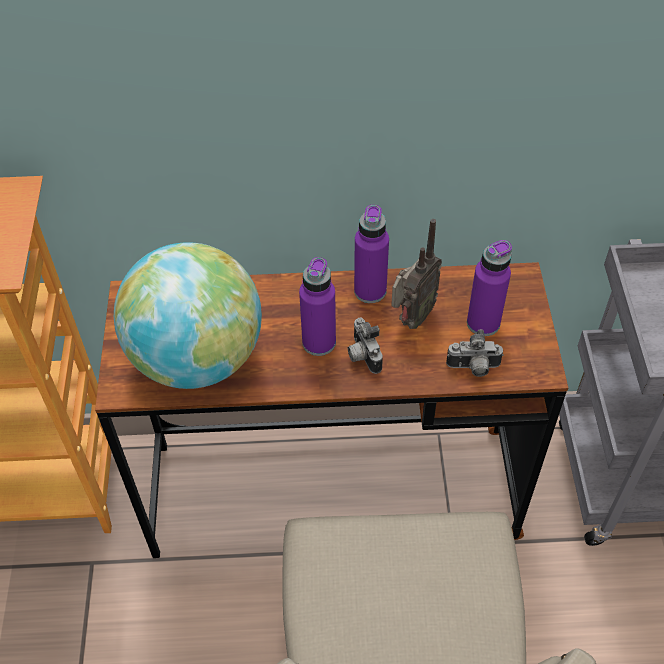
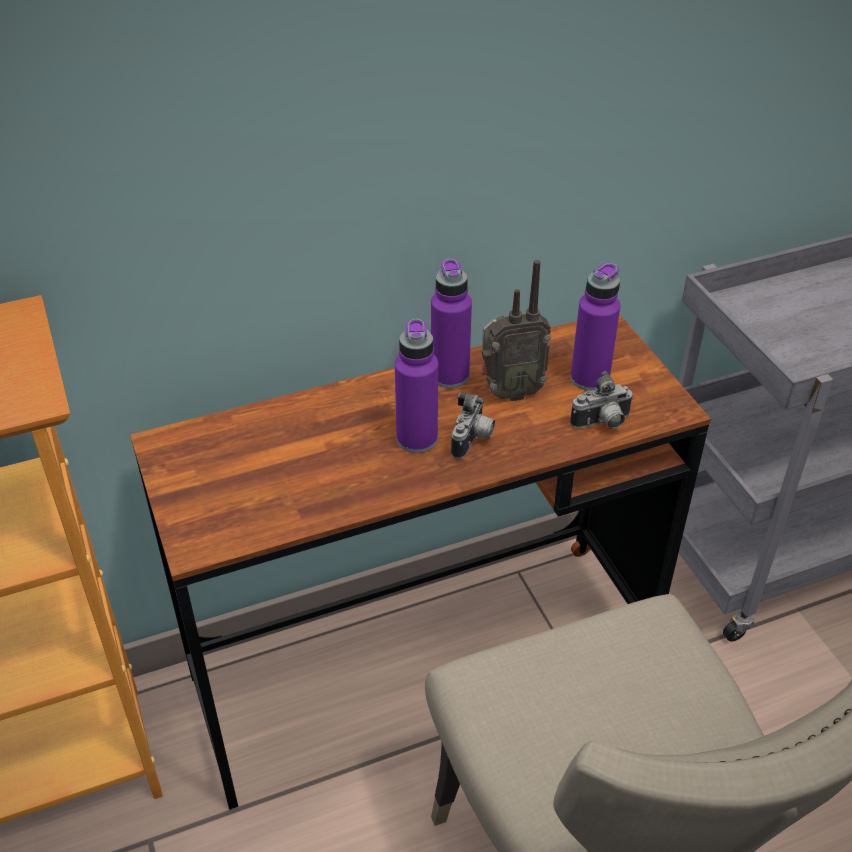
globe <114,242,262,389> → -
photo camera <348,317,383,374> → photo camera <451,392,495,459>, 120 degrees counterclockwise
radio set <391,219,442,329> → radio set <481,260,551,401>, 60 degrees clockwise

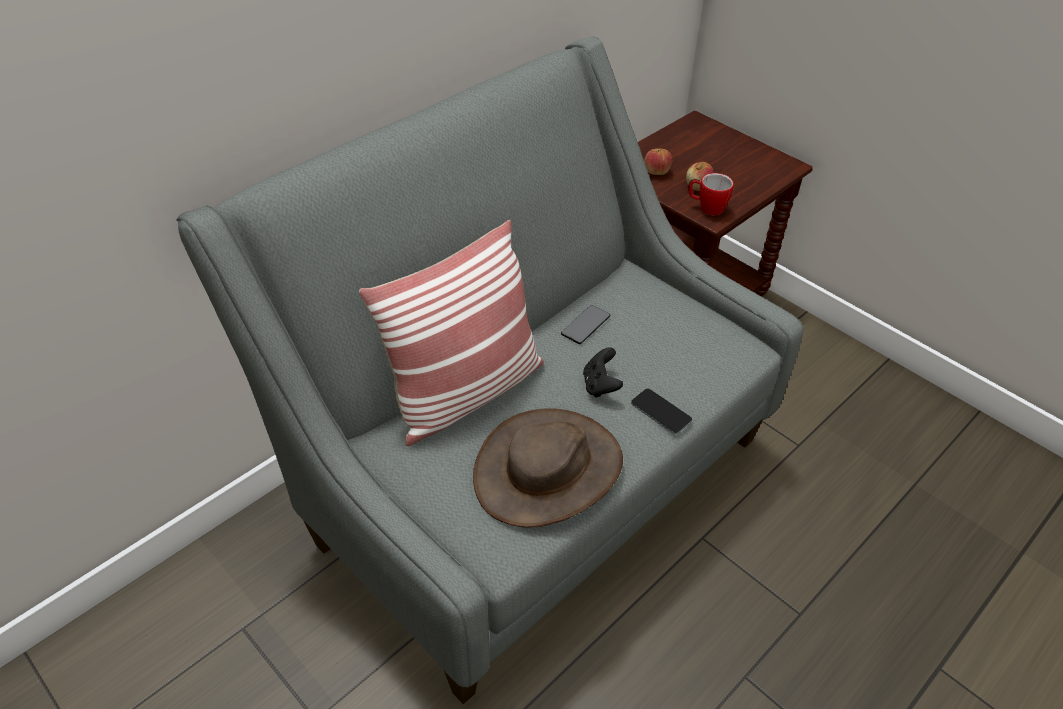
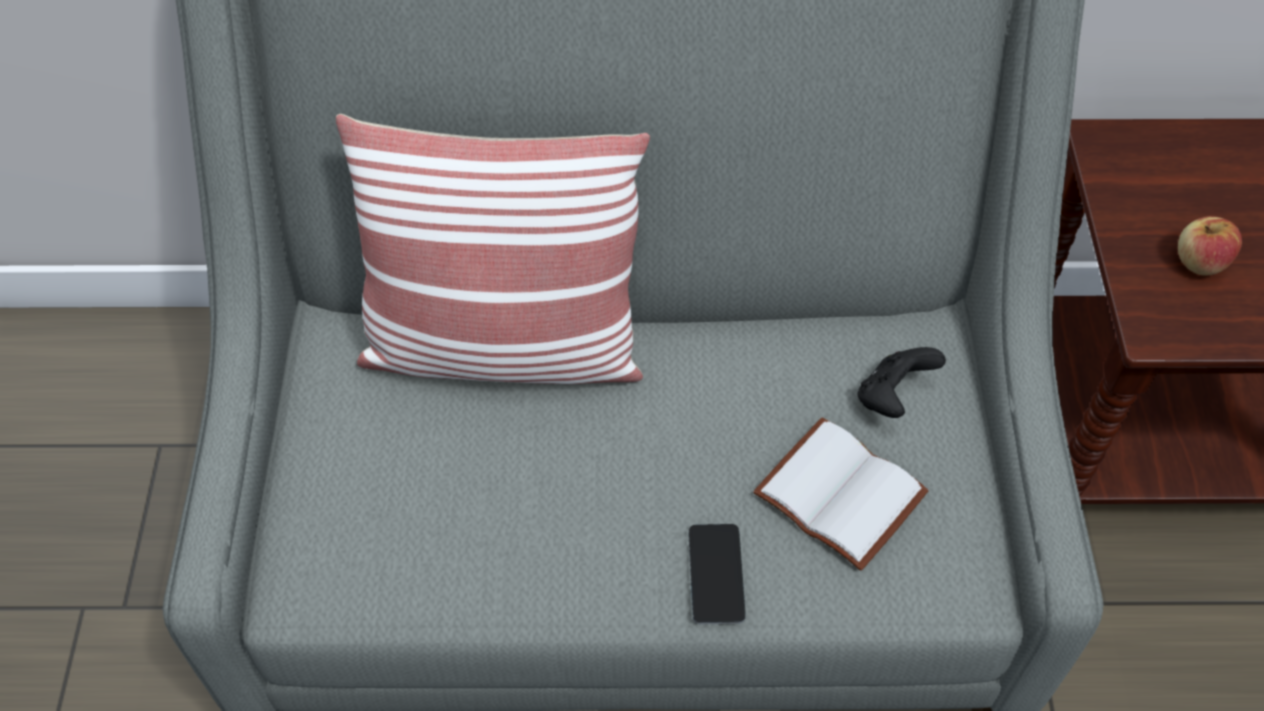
clothing hat (brown-coloured) <473,408,623,527> → -
telephone <561,305,610,344> → -
apple fruit <644,149,672,175> → -
mug <689,173,734,215> → -
- → bound book (white) <753,417,929,571>
gamepad (black-coloured) <583,347,623,398> → gamepad (black-coloured) <858,347,946,418>, moved

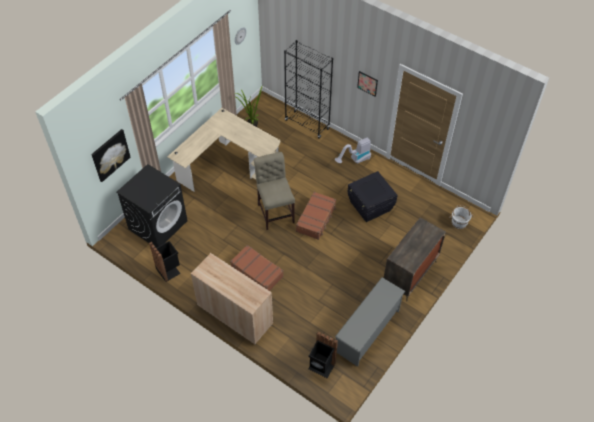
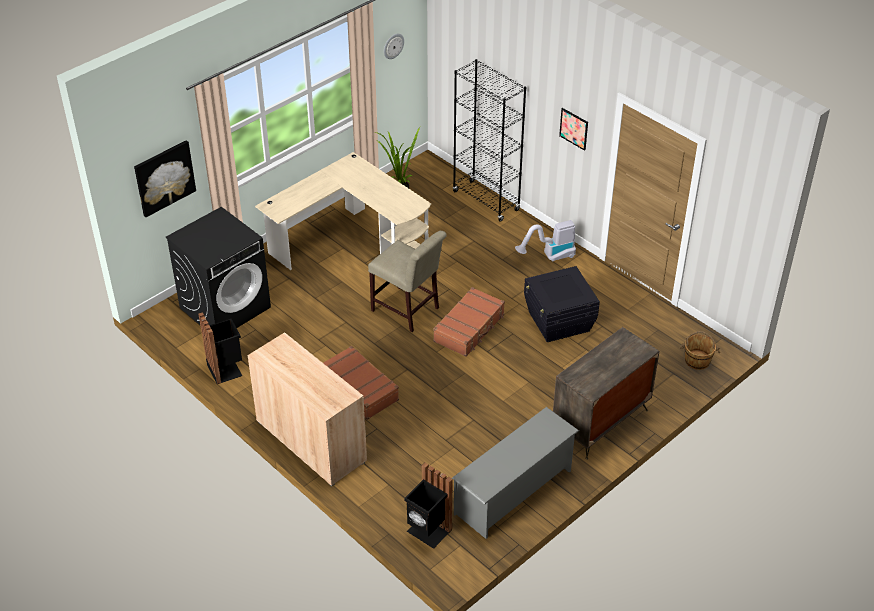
pail (white) <449,205,474,229> → pail (brown-coloured) <679,331,720,370>
chair (beige-coloured) <254,152,295,230> → chair (beige-coloured) <368,231,447,332>, 135 degrees clockwise

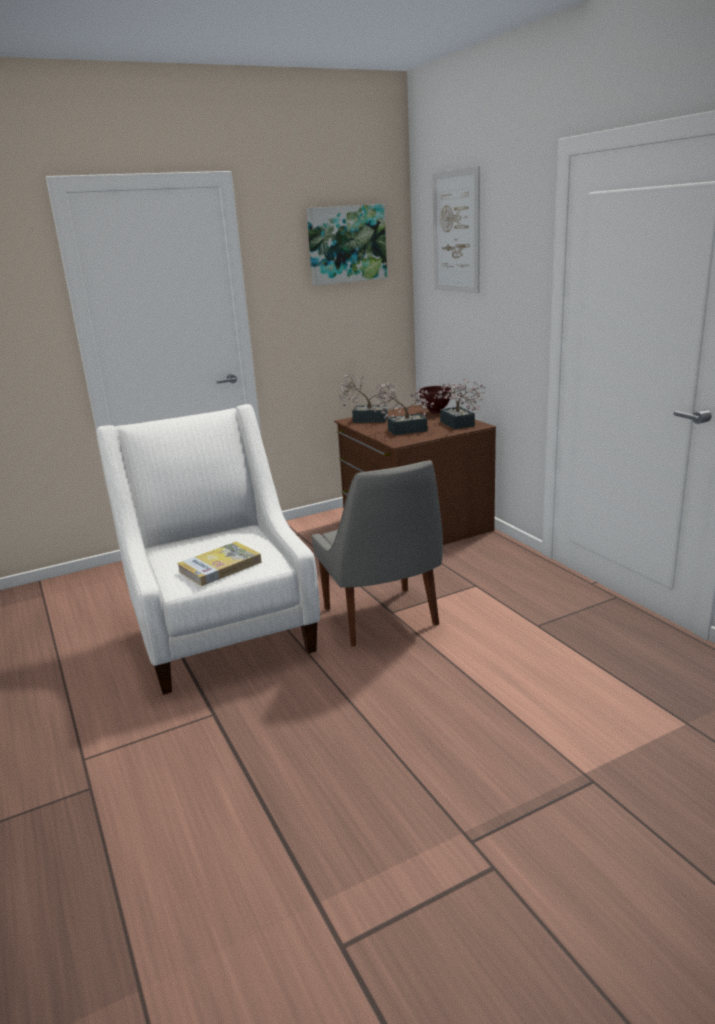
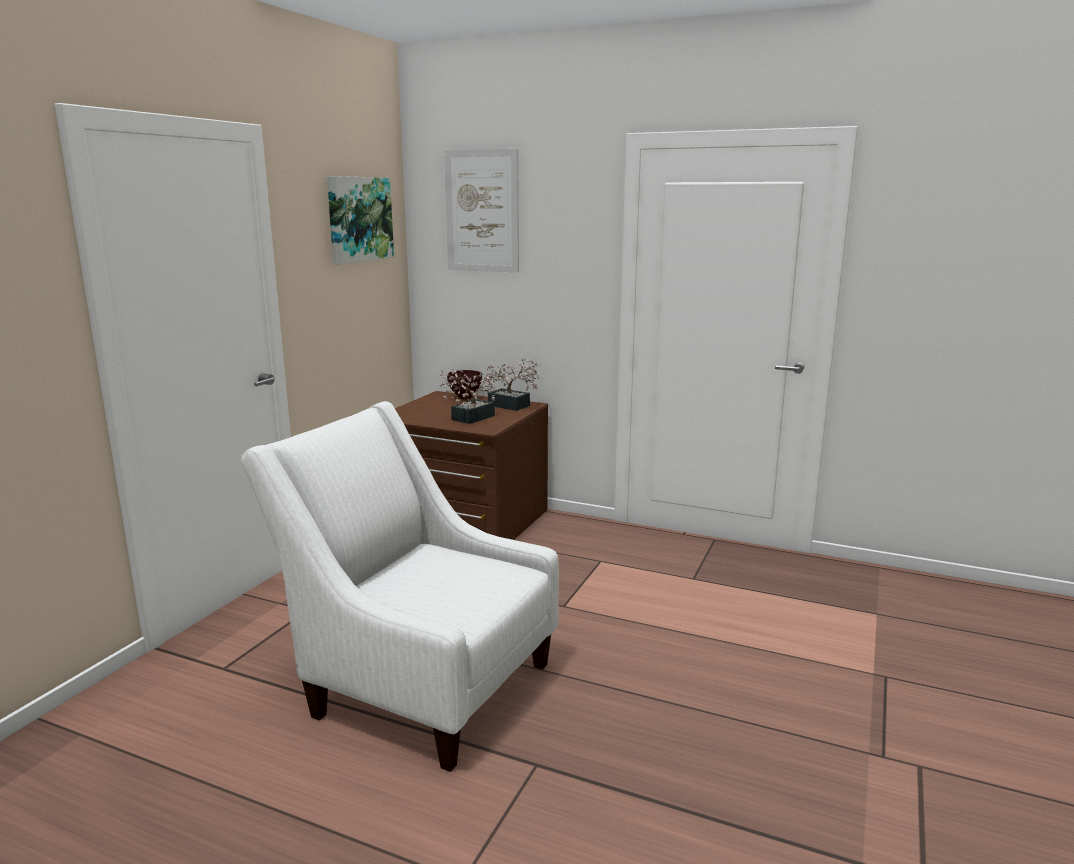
bound book <177,542,262,586> → -
chair (greyish) <311,460,443,647> → -
potted plant <339,373,395,423> → -

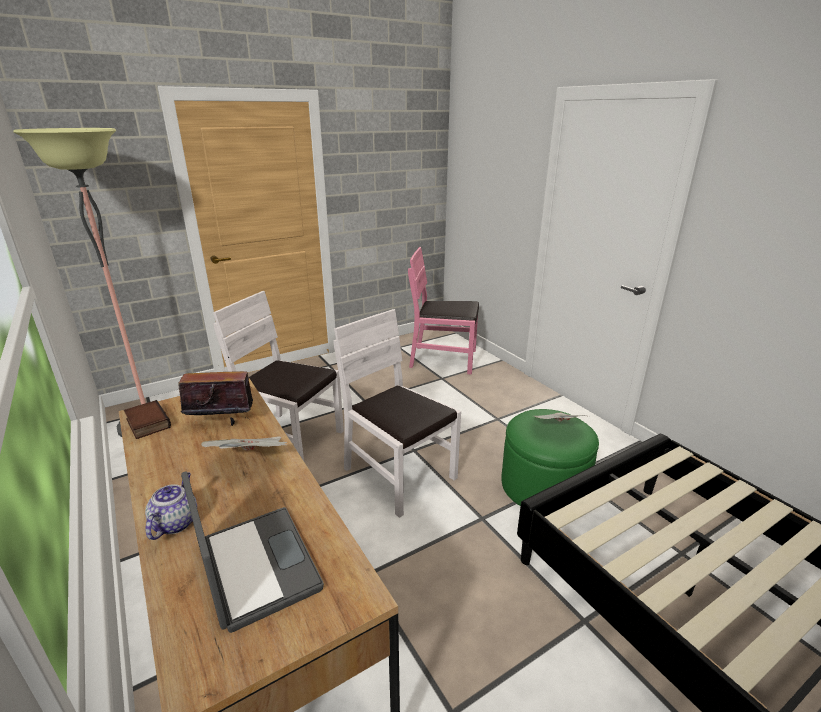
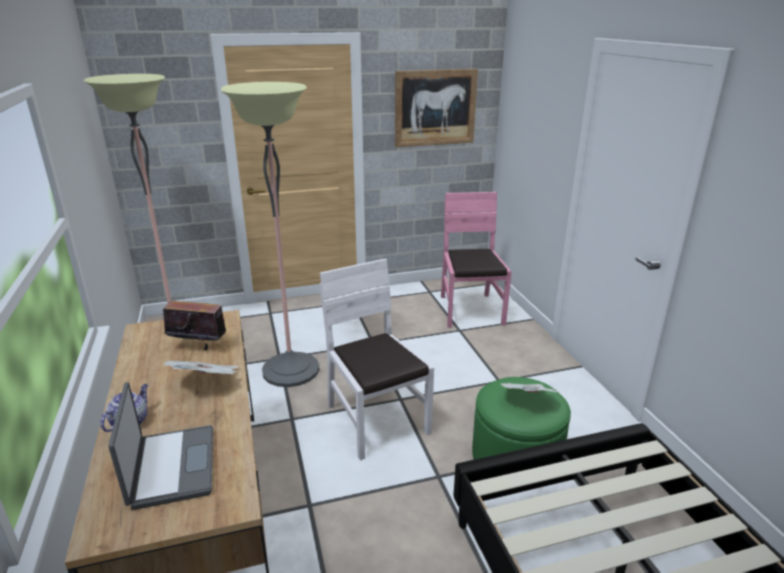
bound book <124,400,171,439> → -
- → wall picture <395,69,478,148>
chair (white) <213,291,344,461> → floor lamp <221,82,319,387>
chair (pinkish) <408,247,479,375> → chair (pinkish) <441,192,512,328>, 60 degrees clockwise

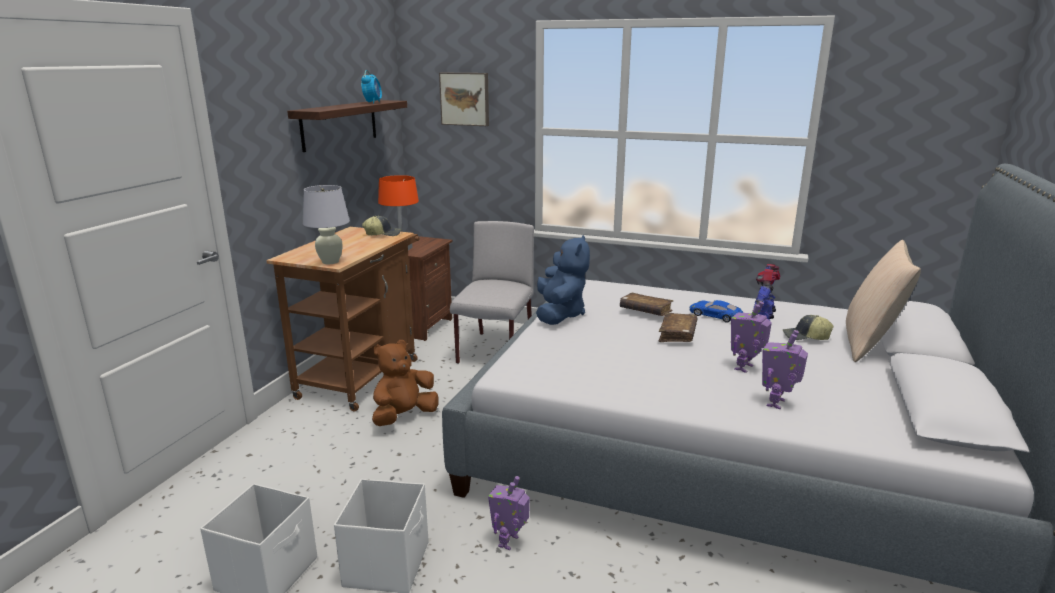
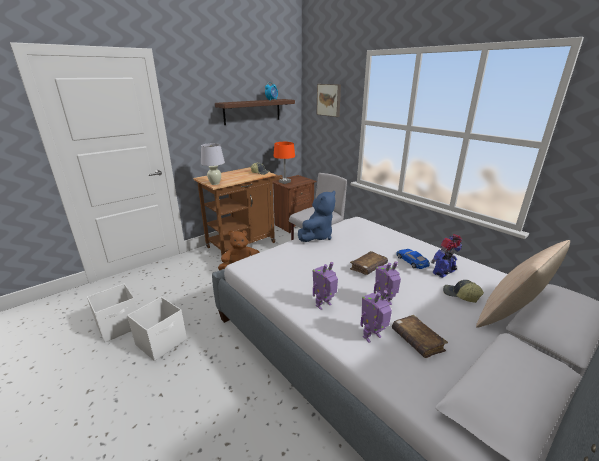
model robot <488,476,530,550> → model robot <313,262,338,310>, moved
bound book (brown-coloured) <620,292,673,316> → bound book (brown-coloured) <392,315,448,358>, moved

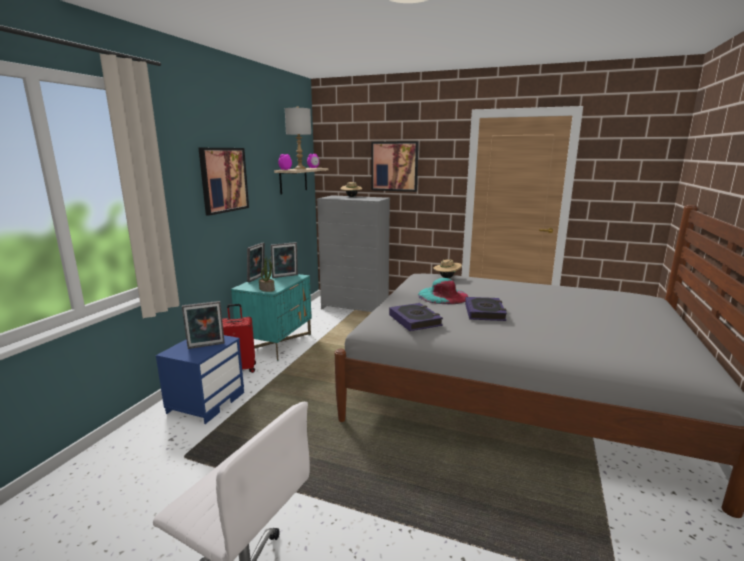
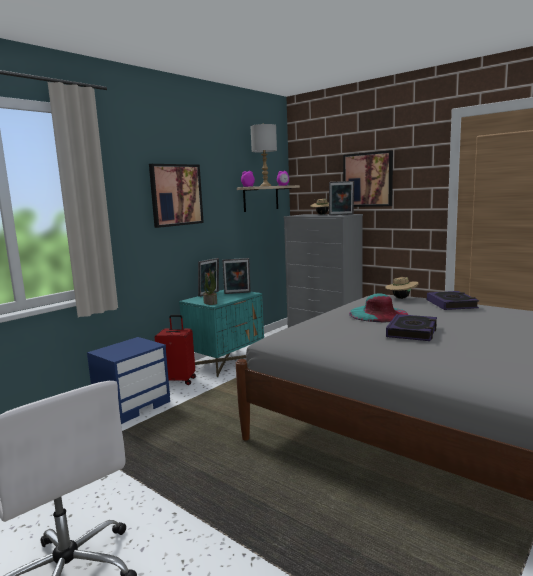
photo frame <182,301,225,349> → photo frame <329,181,354,215>, moved
bound book <389,303,443,331> → bound book <427,291,479,310>, moved

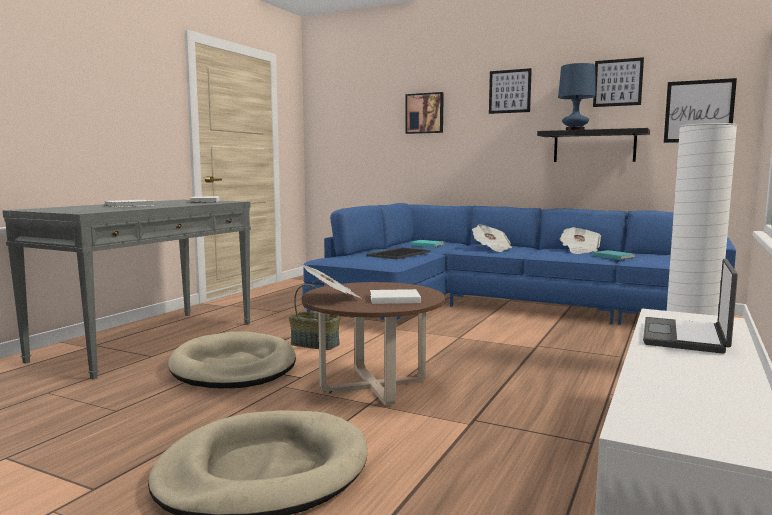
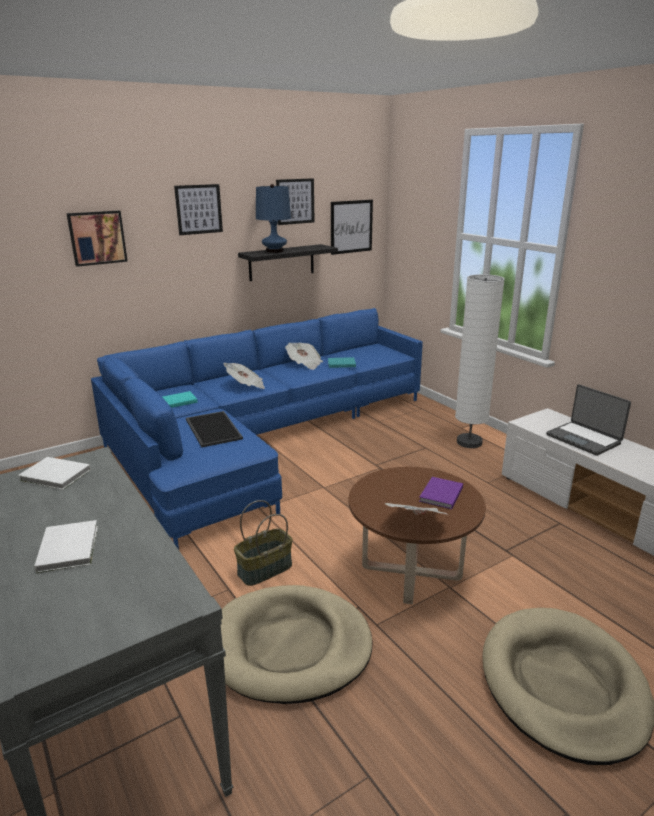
bound book (white) <370,289,421,304> → bound book (purple) <419,477,463,509>

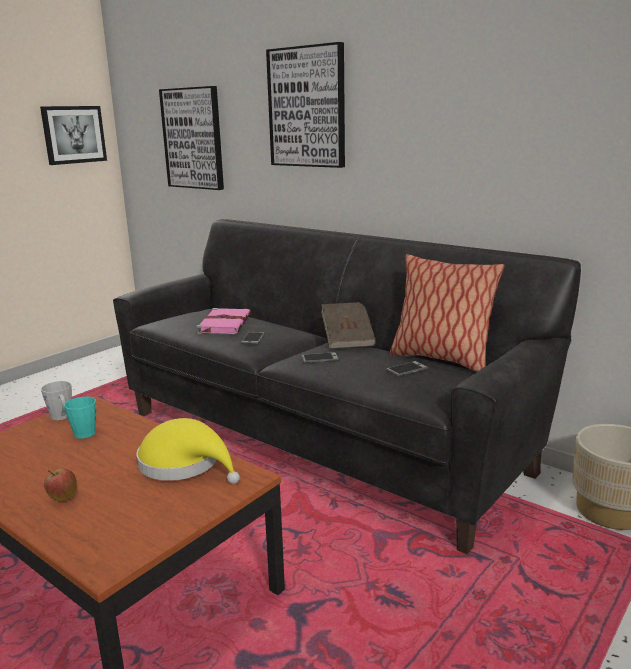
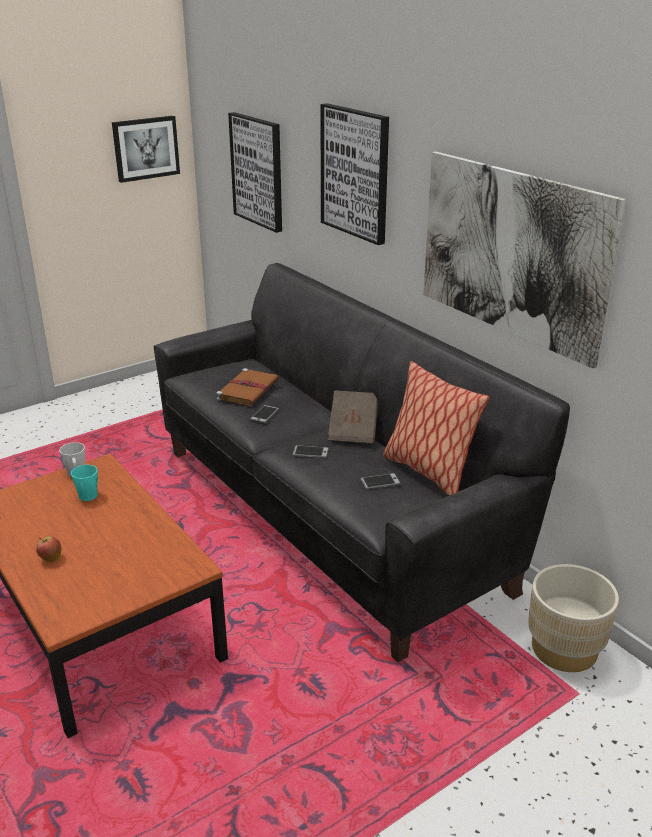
clothing hat (yellowish) <136,418,240,484> → -
- → wall picture <423,152,626,369>
bound book (pinkish) <196,308,251,334> → bound book (brown-coloured) <216,368,279,406>

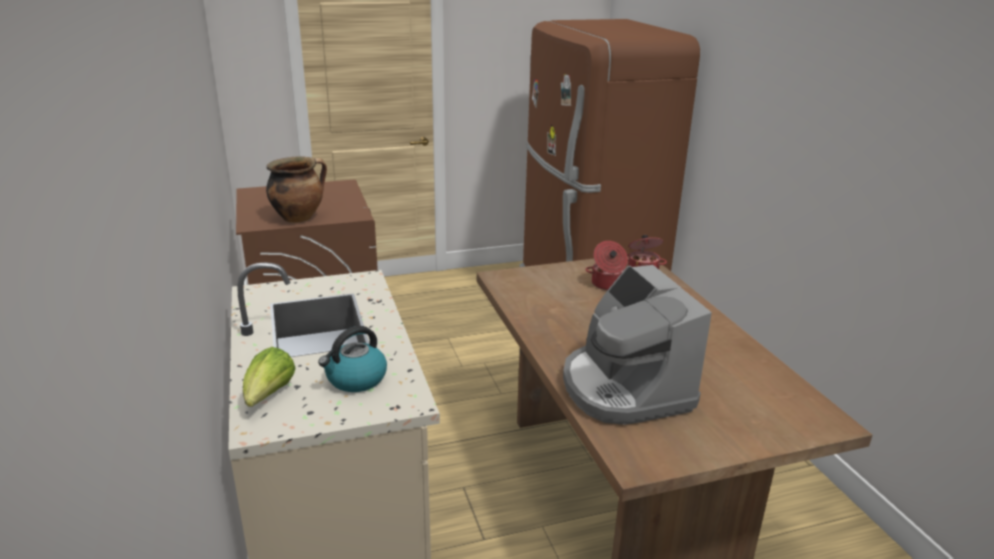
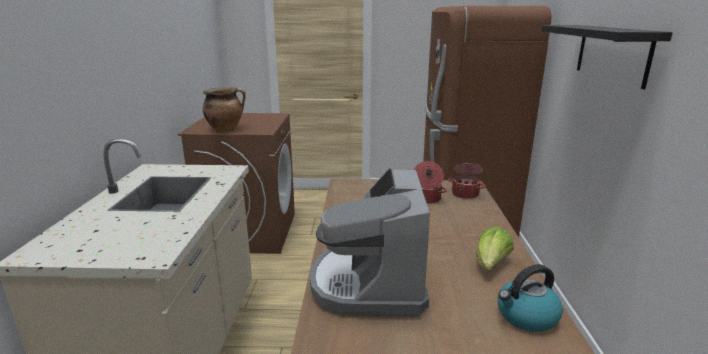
- → wall shelf (black-coloured) <541,25,673,89>
lettuce head <243,347,295,407> → lettuce head <476,226,514,270>, moved
tea kettle <318,326,387,392> → tea kettle <497,264,563,332>, moved

